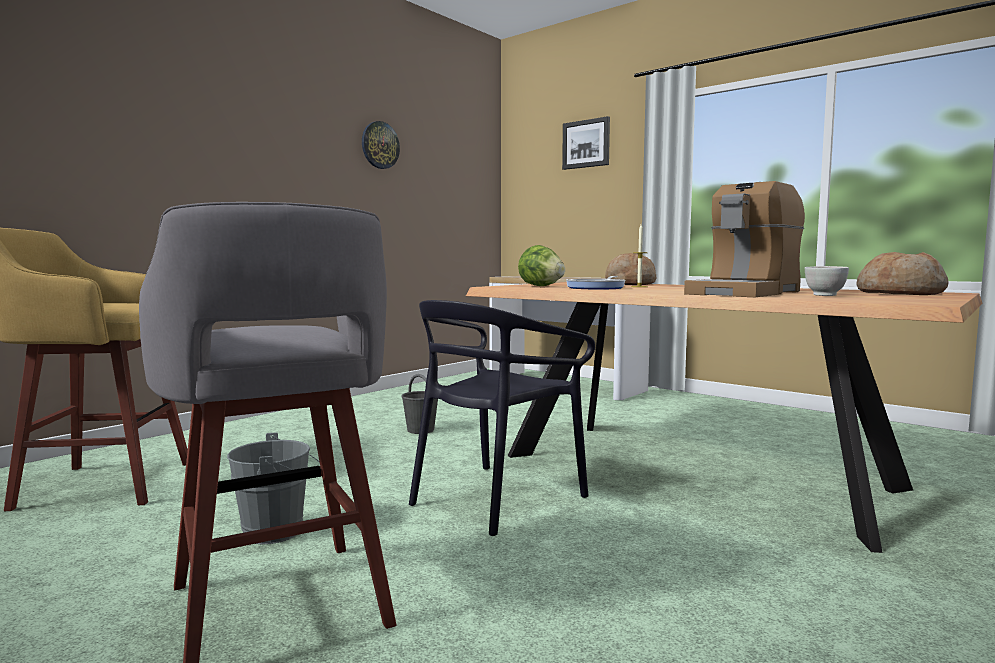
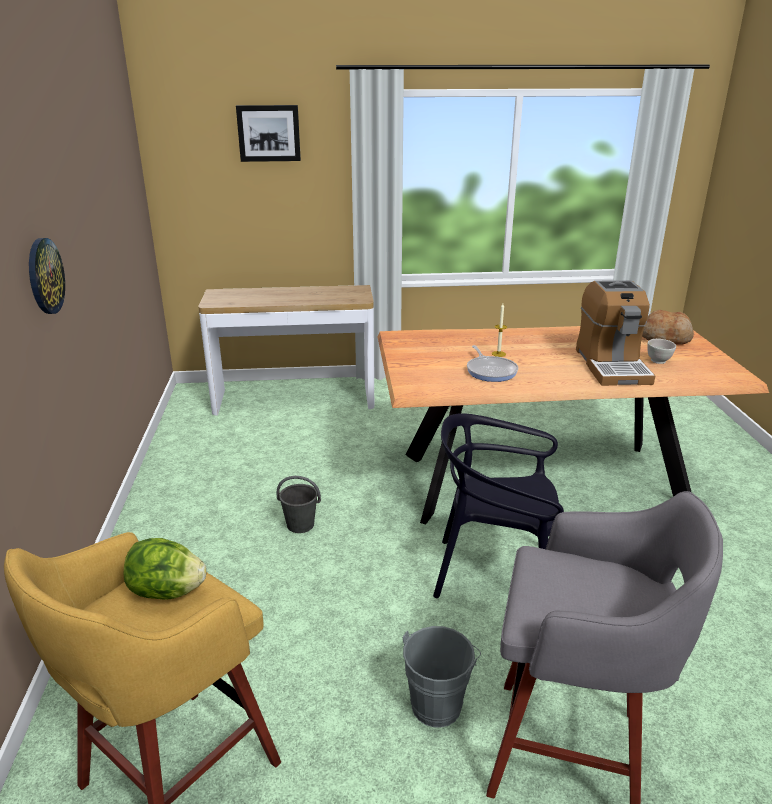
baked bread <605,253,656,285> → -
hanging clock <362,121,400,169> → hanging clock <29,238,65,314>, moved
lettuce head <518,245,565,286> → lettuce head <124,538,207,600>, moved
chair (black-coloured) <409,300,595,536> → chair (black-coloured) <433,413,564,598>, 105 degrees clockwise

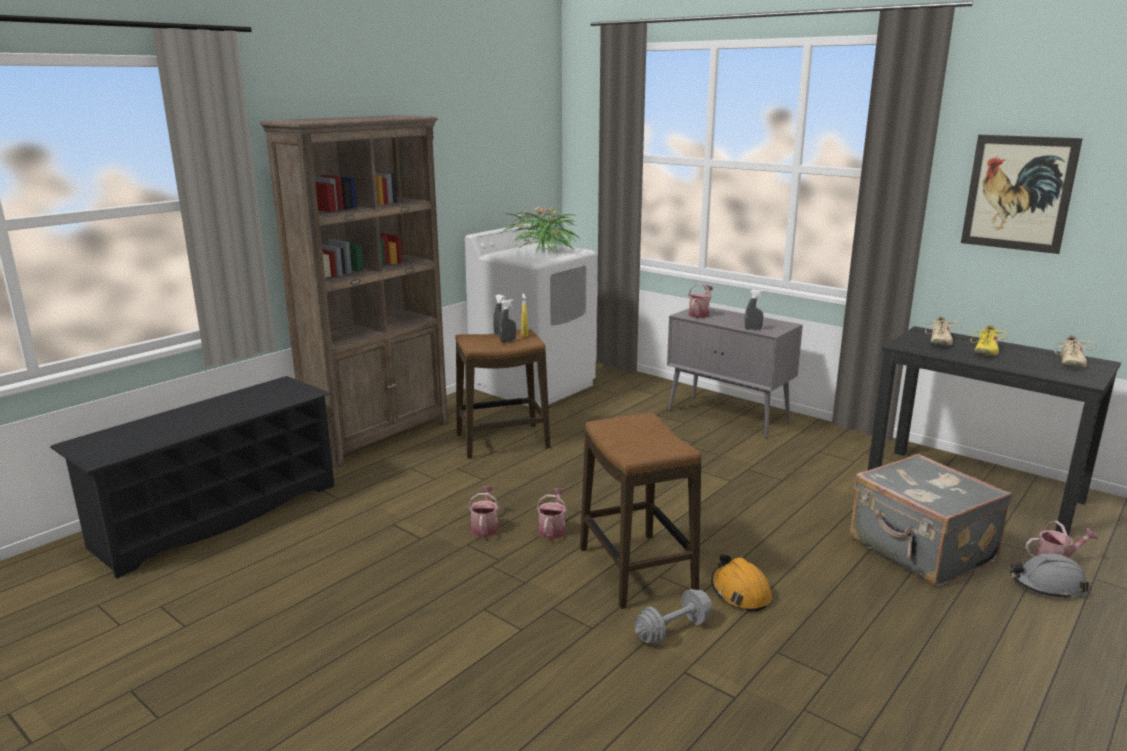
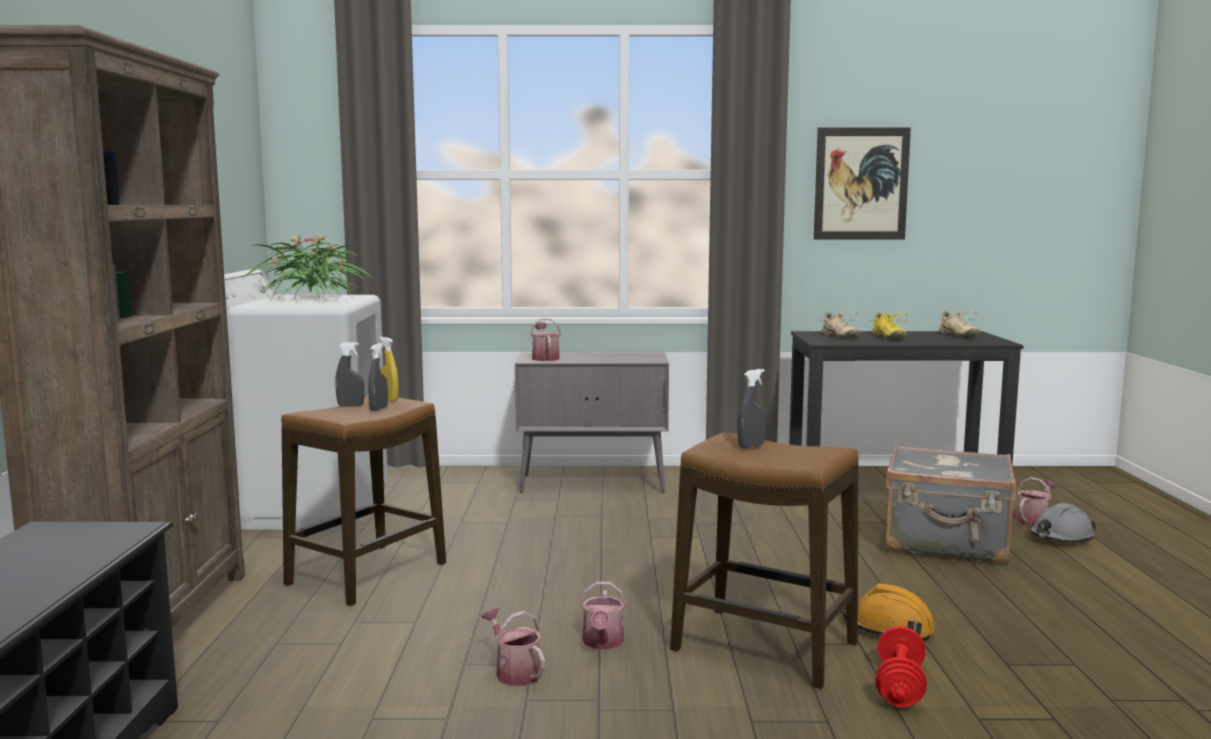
hand sprayer (greyish) <745,290,763,330> → hand sprayer (greyish) <738,369,766,448>, moved
hand weight (greyish) <635,589,713,644> → hand weight (red) <875,626,927,707>
watering pot <536,488,567,539> → watering pot <580,582,627,649>, 150 degrees counterclockwise

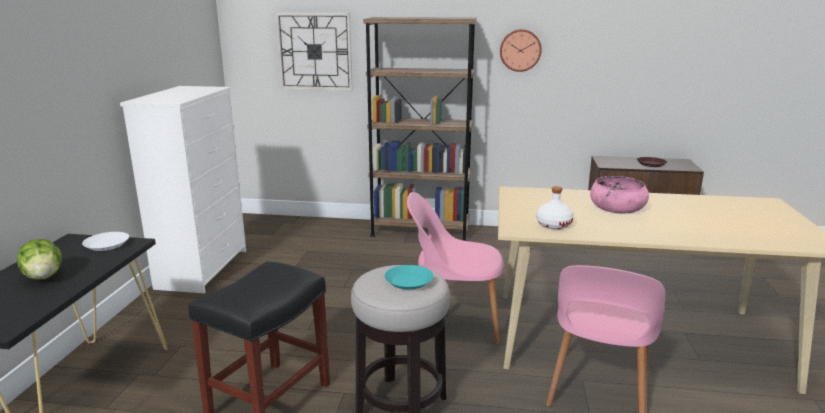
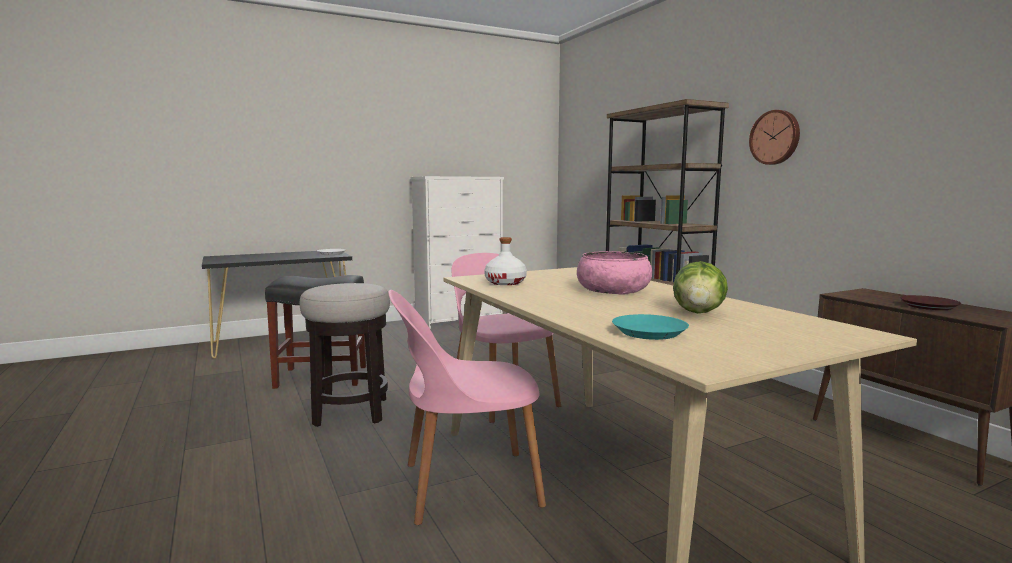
hanging clock <275,13,353,90> → -
lettuce head <17,239,62,280> → lettuce head <673,261,728,313>, moved
dinner plate (turquoise) <385,265,434,290> → dinner plate (turquoise) <612,314,689,340>, moved

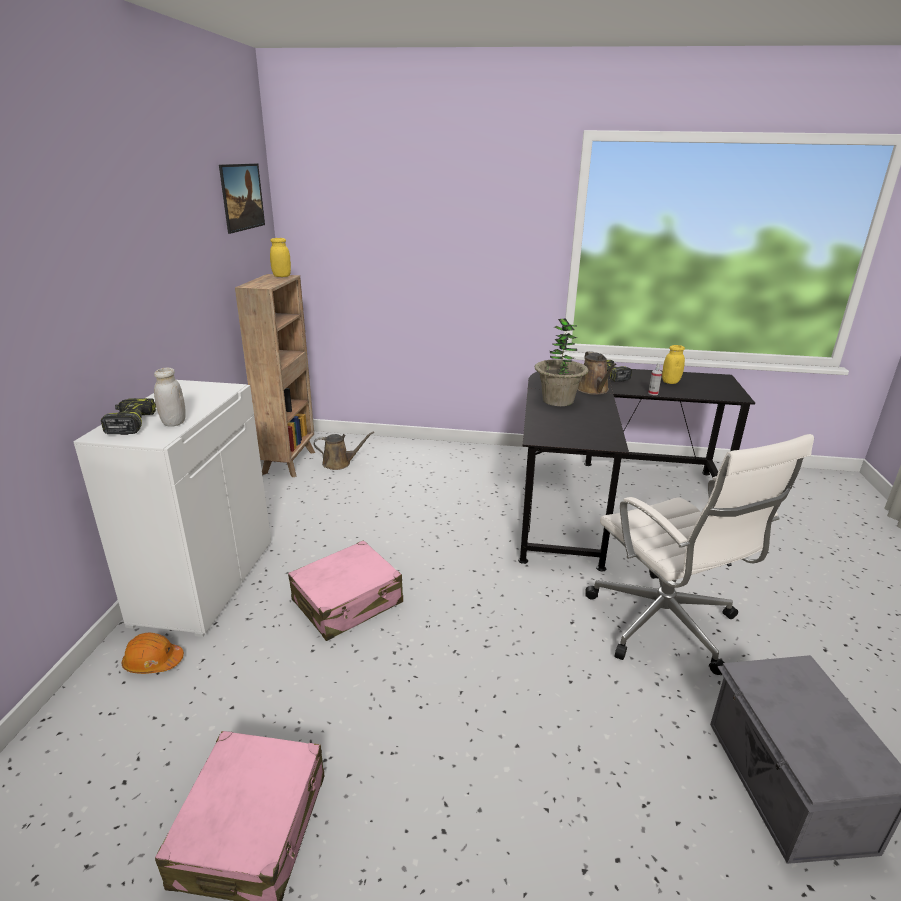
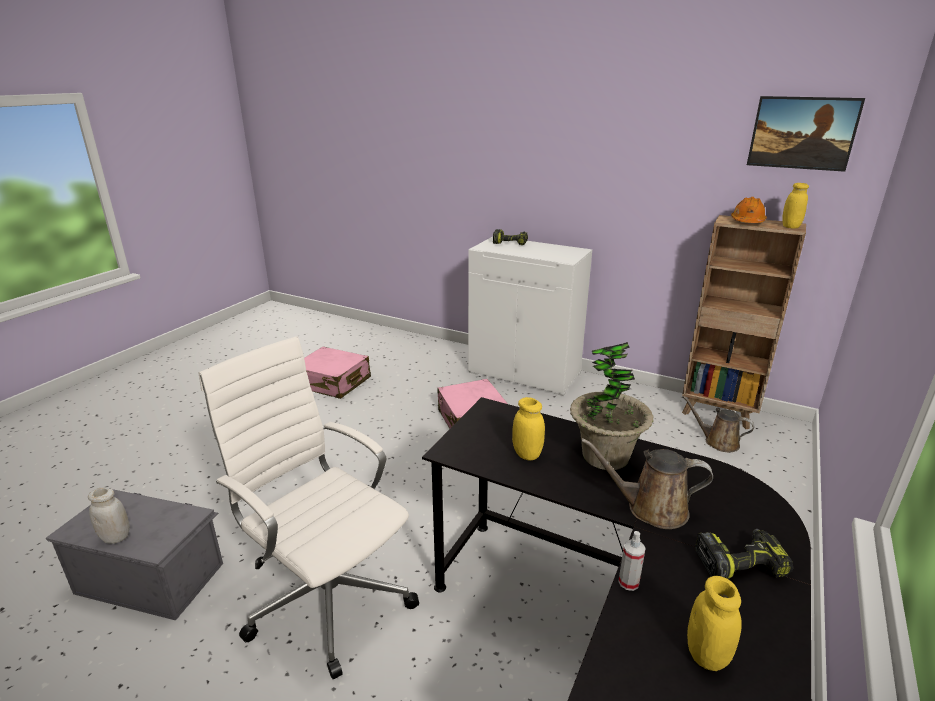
- → jar (yellowish) <512,397,545,460>
safety helmet (orange-coloured) <122,633,184,674> → safety helmet (orange-coloured) <731,197,767,223>, moved
jar (white) <154,368,186,427> → jar (white) <88,487,130,544>, moved
watering pot (brown-coloured) <313,432,374,470> → watering pot (brown-coloured) <682,396,754,452>, 105 degrees clockwise
computer chair (white) <585,434,814,675> → computer chair (white) <199,336,419,679>, 45 degrees clockwise

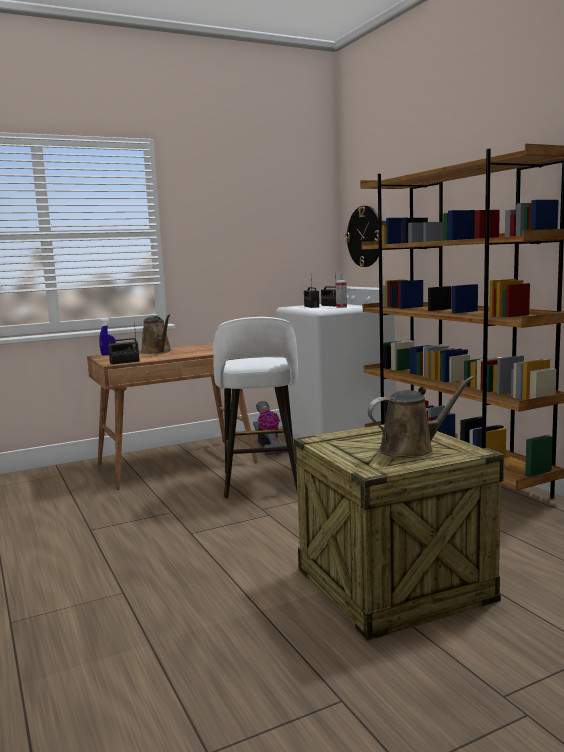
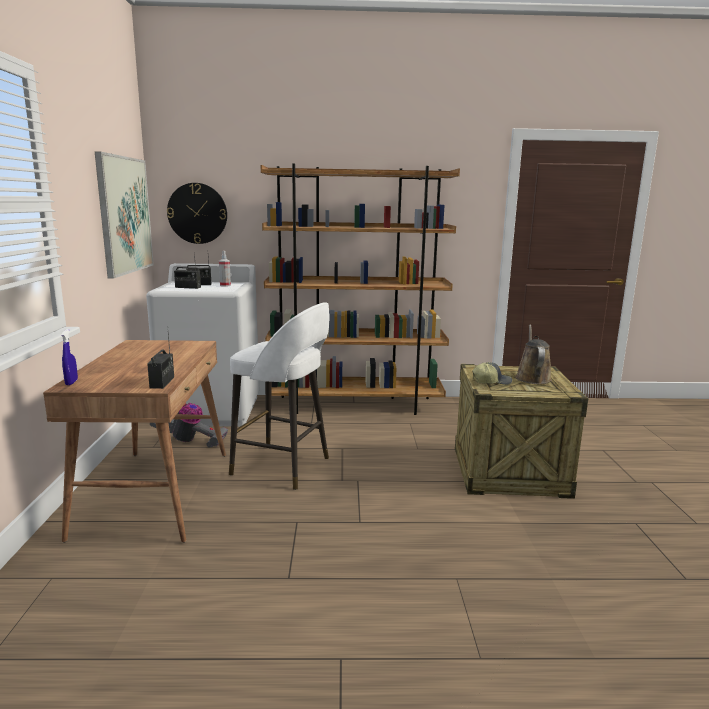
watering pot (brown-coloured) <141,314,172,354> → -
- → wall picture <94,151,154,279>
- → baseball cap <472,362,512,385>

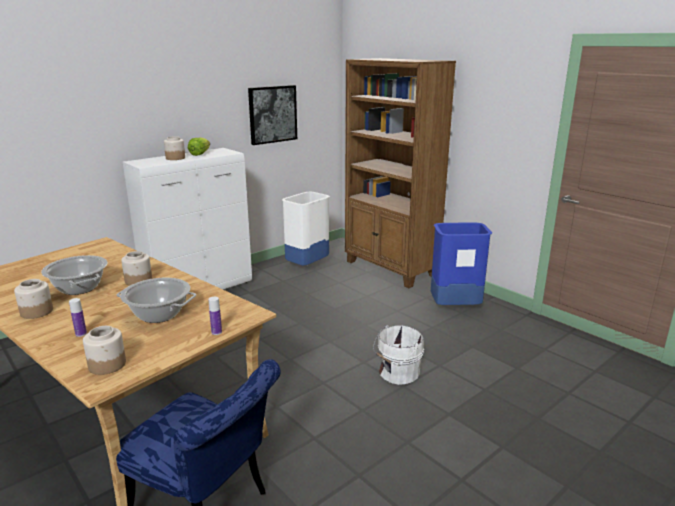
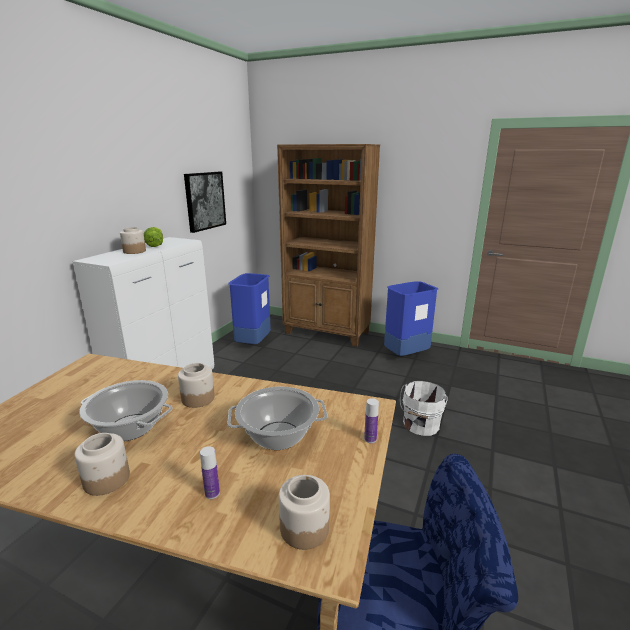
rubbish bin (white) <282,191,330,265> → rubbish bin (blue-coloured) <228,273,271,344>

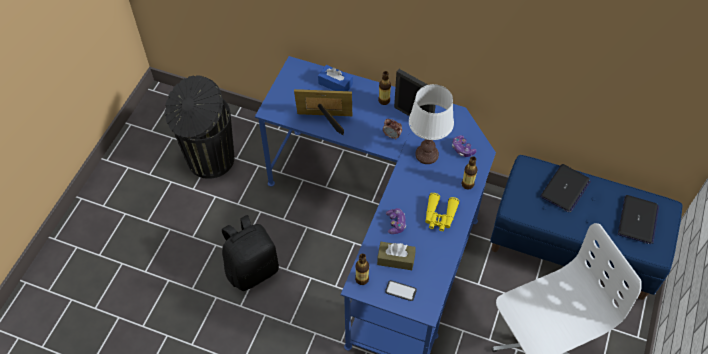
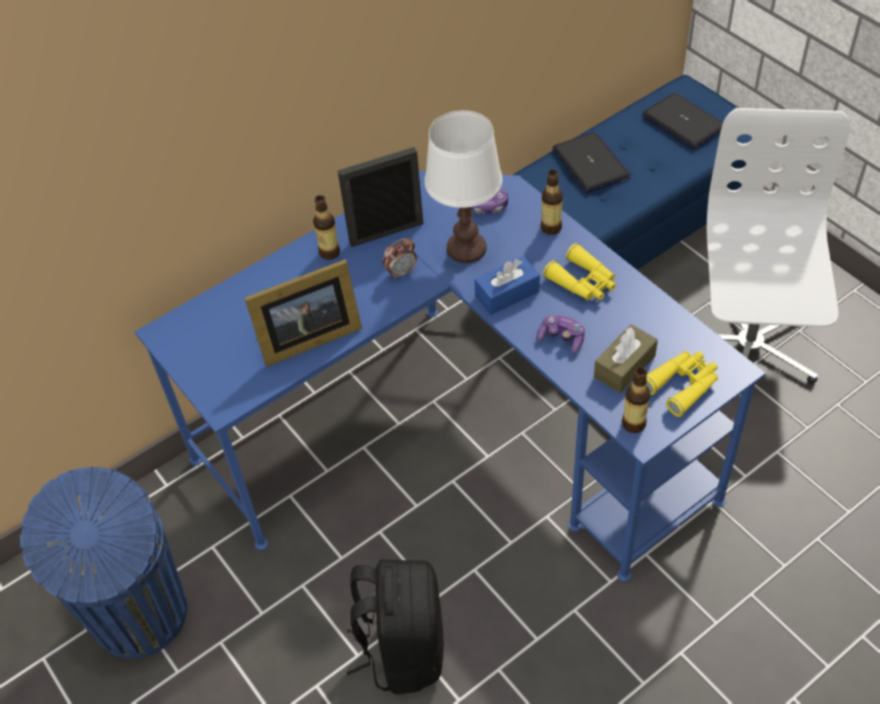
tissue box (blue-coloured) <318,65,353,91> → tissue box (blue-coloured) <474,256,540,315>, moved
telephone <385,280,417,301> → binoculars (yellowish) <646,351,718,417>
rubbish bin (black-coloured) <165,75,234,179> → rubbish bin (blue-coloured) <20,467,187,659>
photo frame <294,89,352,135> → photo frame <245,259,362,367>, 150 degrees counterclockwise

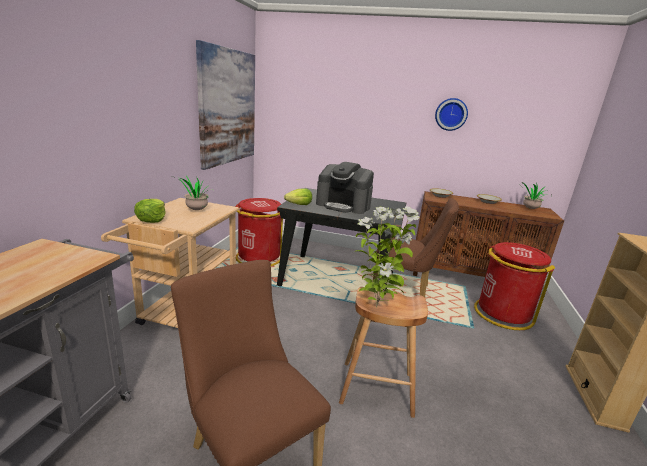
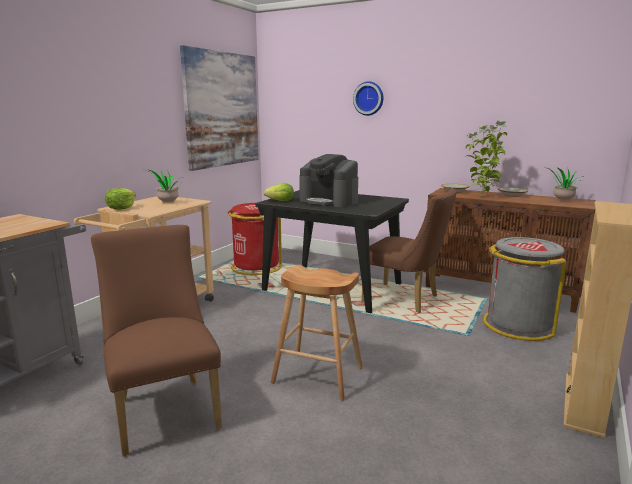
potted plant <356,207,420,308> → potted plant <466,120,507,197>, moved
hanging clock <435,98,468,131> → hanging clock <353,81,383,116>, moved
rubbish bin (red) <474,242,555,330> → rubbish bin (greyish) <483,237,566,341>

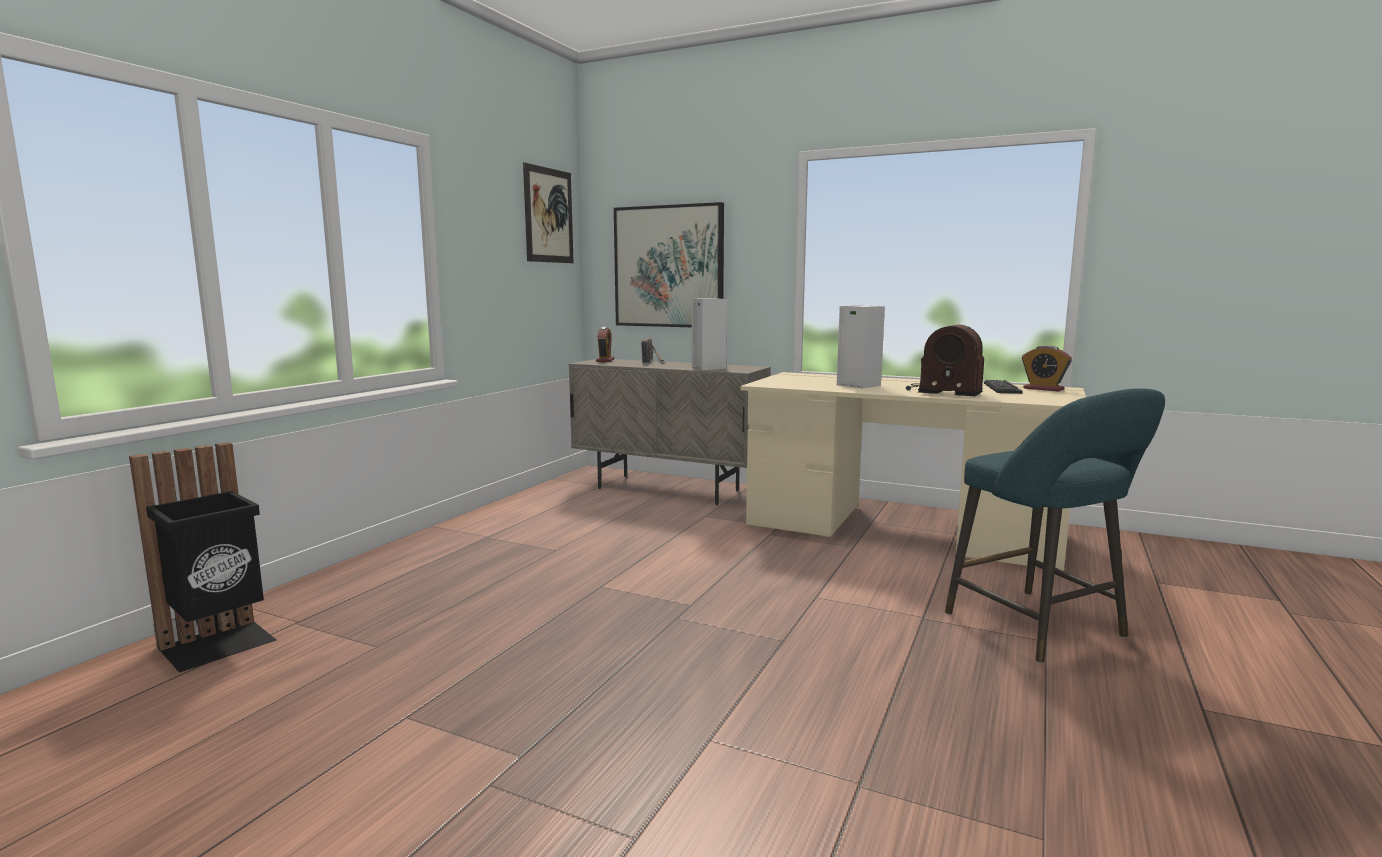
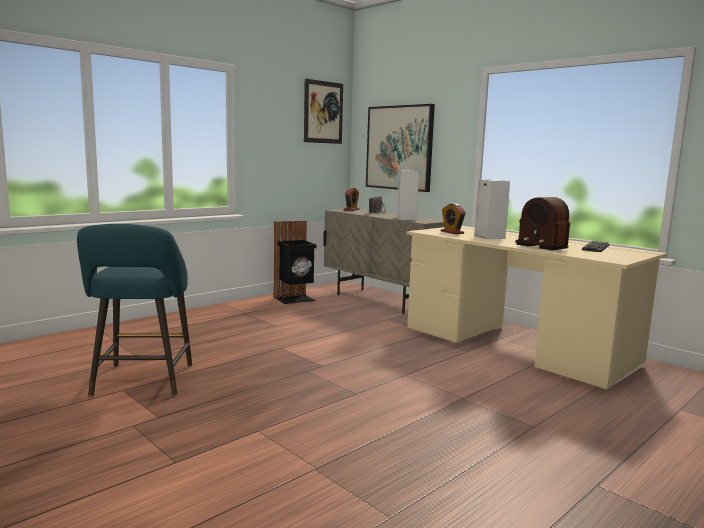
rubbish bin (black-coloured) <129,442,276,673> → rubbish bin (black-coloured) <274,220,317,304>, moved
sitting stool (turquoise) <945,388,1165,664> → sitting stool (turquoise) <77,224,192,397>, moved
alarm clock <1022,345,1072,392> → alarm clock <441,204,466,234>, moved

